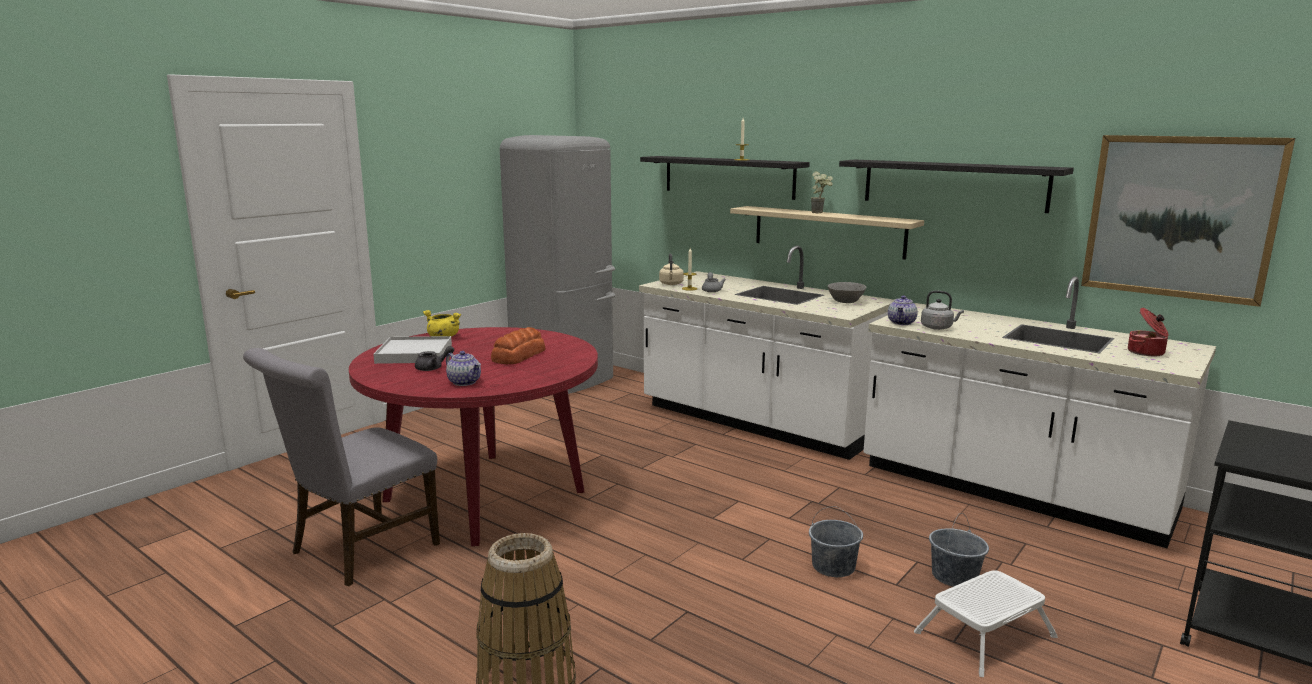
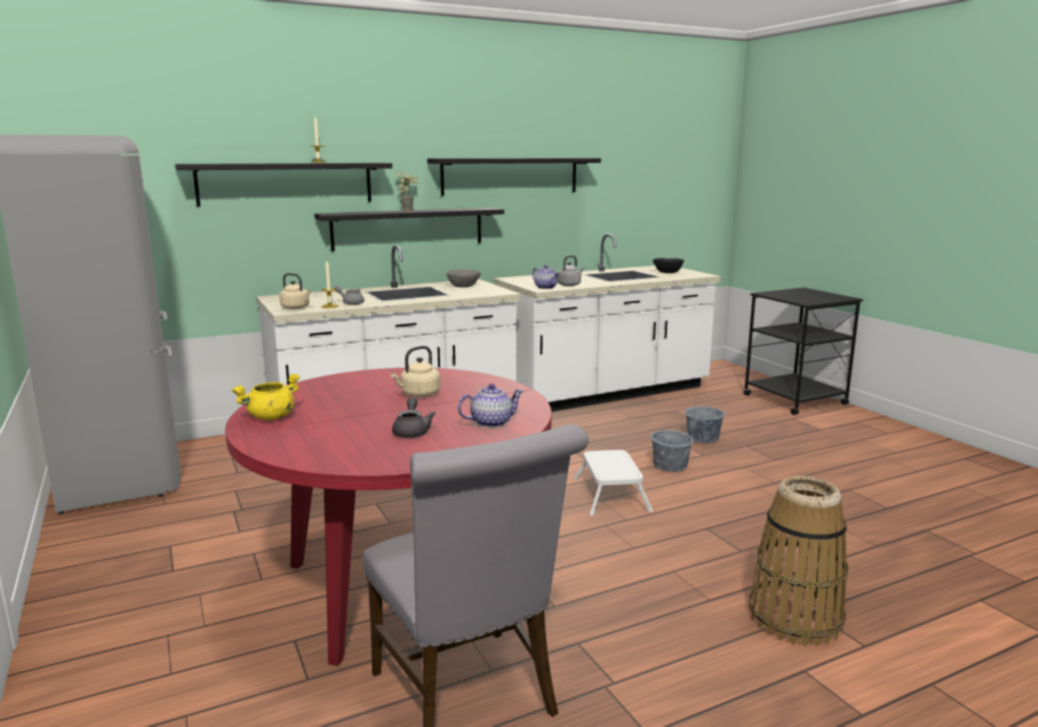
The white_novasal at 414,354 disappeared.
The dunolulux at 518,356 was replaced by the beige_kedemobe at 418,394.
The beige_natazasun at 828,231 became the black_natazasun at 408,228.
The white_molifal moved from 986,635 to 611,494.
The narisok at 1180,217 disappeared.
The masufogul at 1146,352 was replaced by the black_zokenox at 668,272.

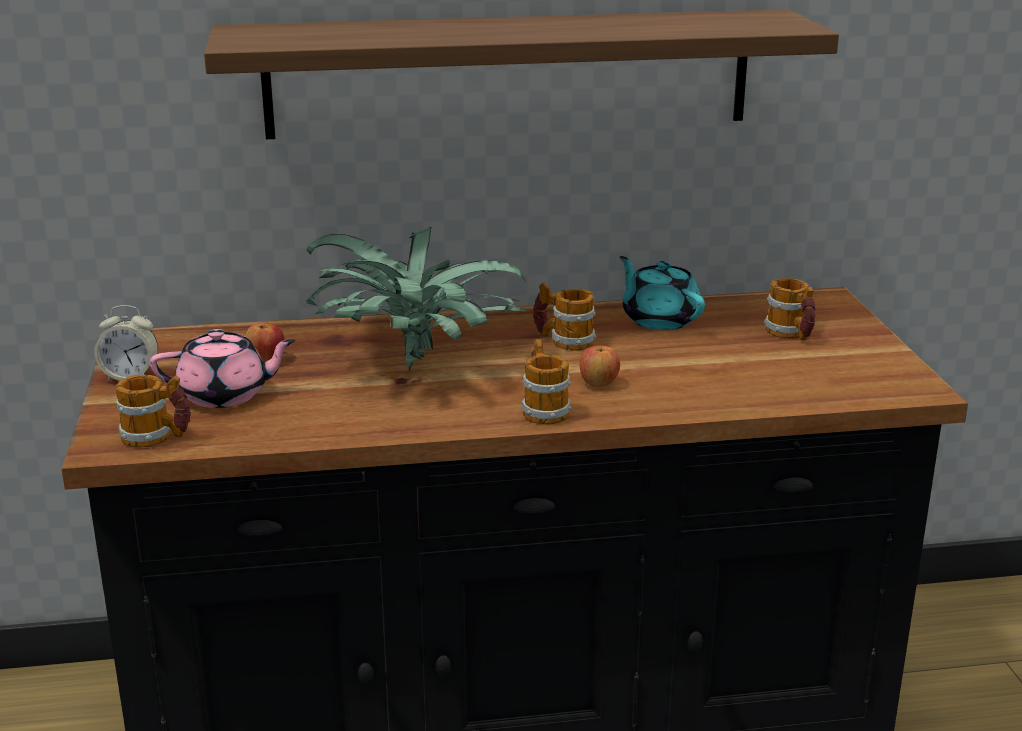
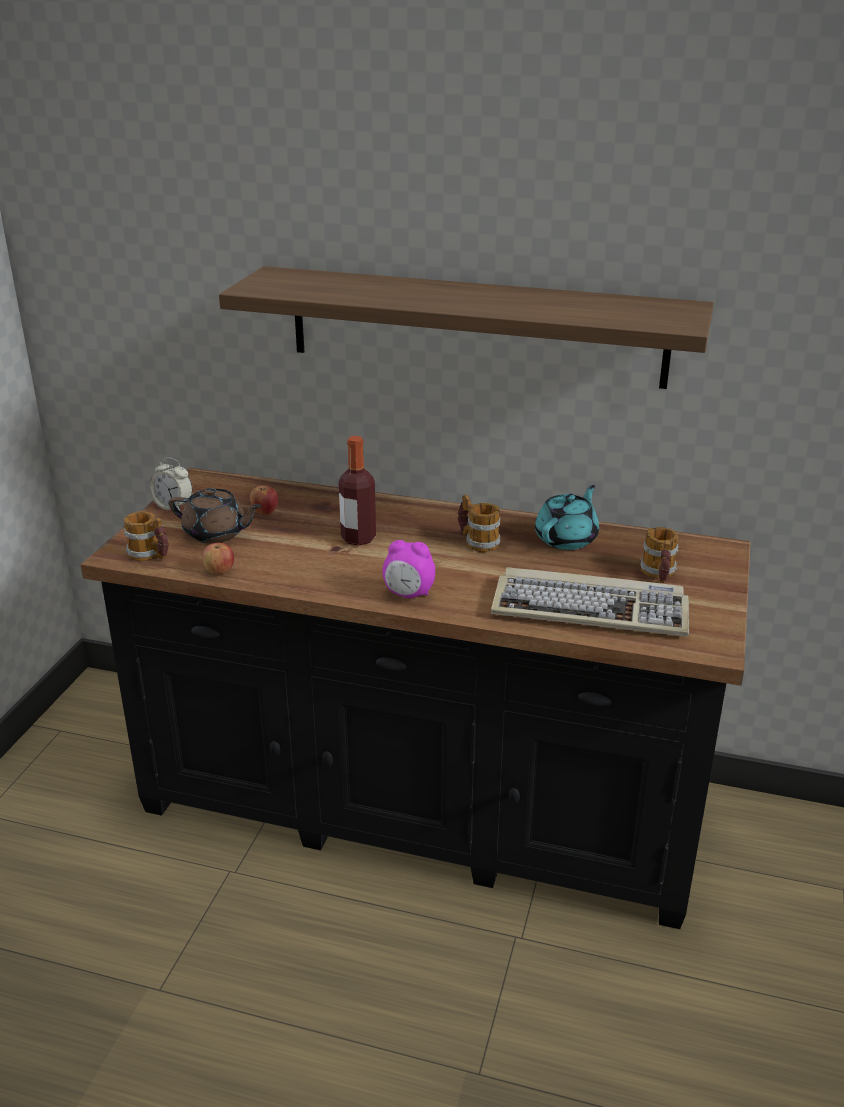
The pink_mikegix at 225,395 became the brown_mikegix at 216,533.
The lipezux at 418,364 was replaced by the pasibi at 358,538.
The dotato at 543,409 was replaced by the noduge at 409,594.
The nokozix moved from 598,384 to 219,571.
The turquoise_mikegix at 659,319 turned 45 degrees clockwise.
The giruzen at 591,608 appeared.

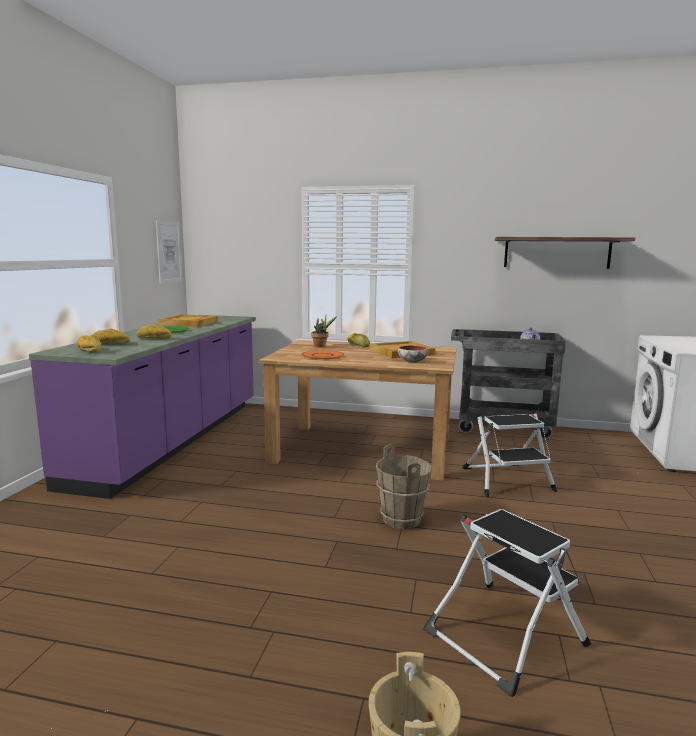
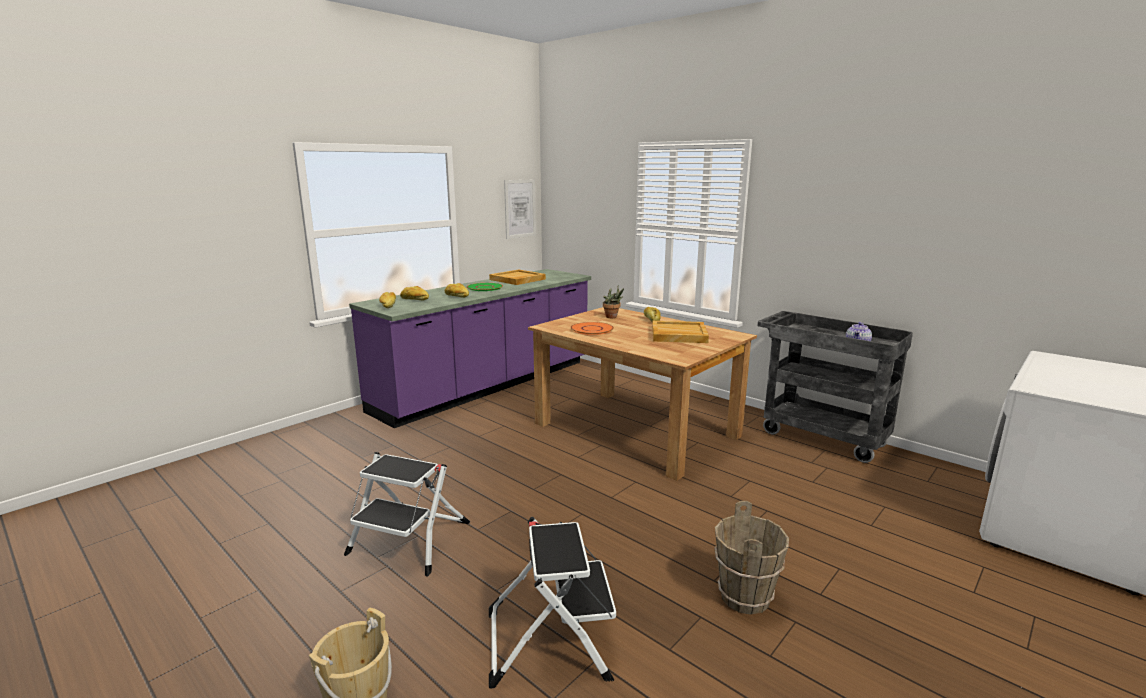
The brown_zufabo moved from 402,519 to 745,597.
The zokenox at 412,362 disappeared.
The molifal moved from 506,480 to 410,540.
The natazasun at 556,253 disappeared.

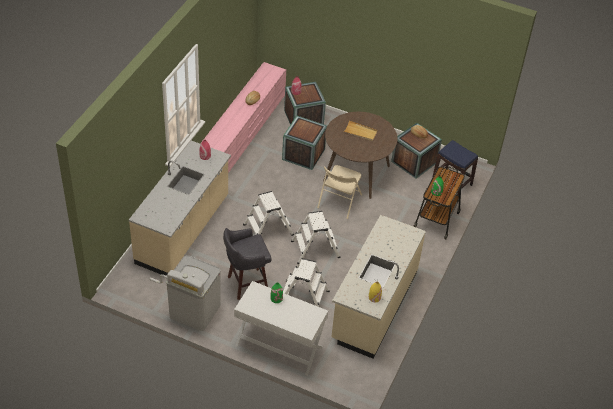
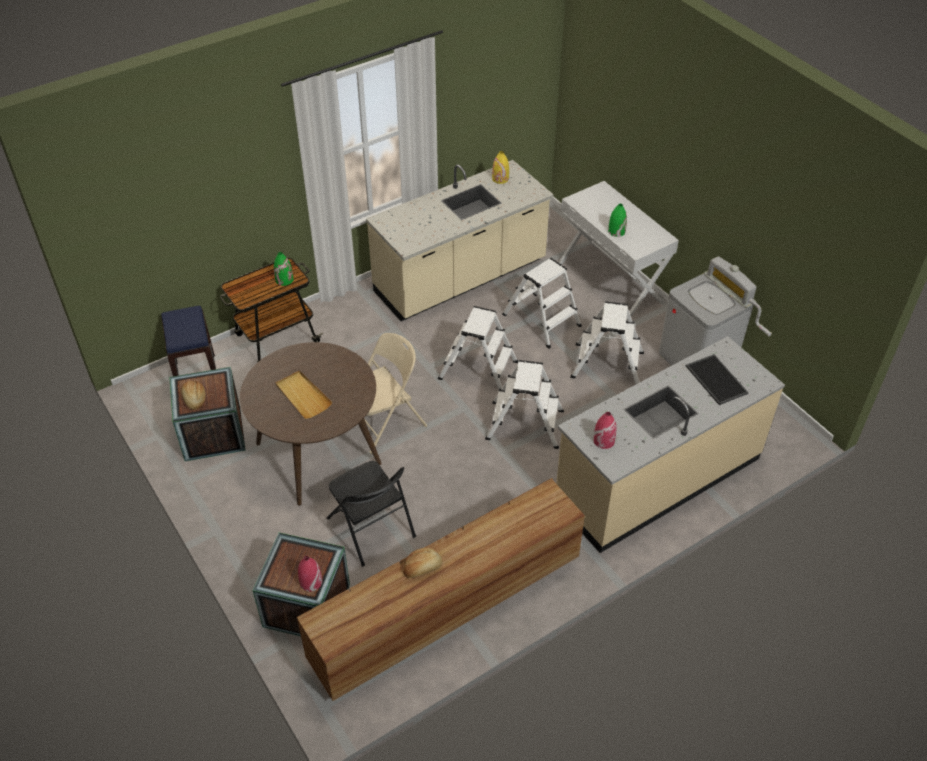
The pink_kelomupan at 244,137 became the brown_kelomupan at 447,614.
The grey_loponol at 246,284 was replaced by the white_molifal at 607,365.
The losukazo at 303,154 was replaced by the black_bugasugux at 371,527.
The novasal at 715,379 appeared.

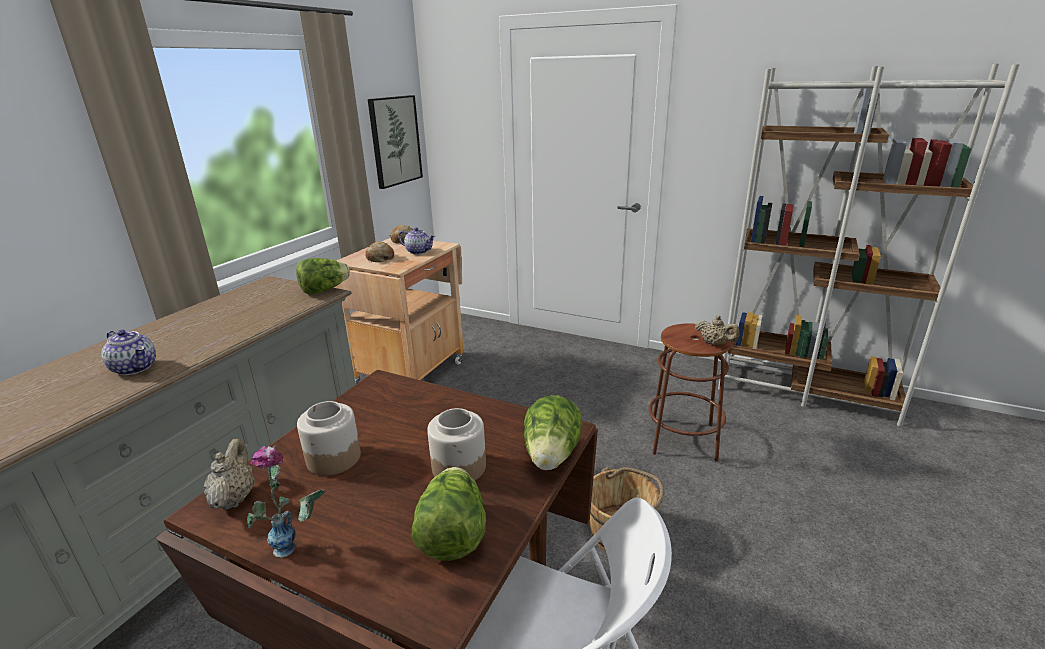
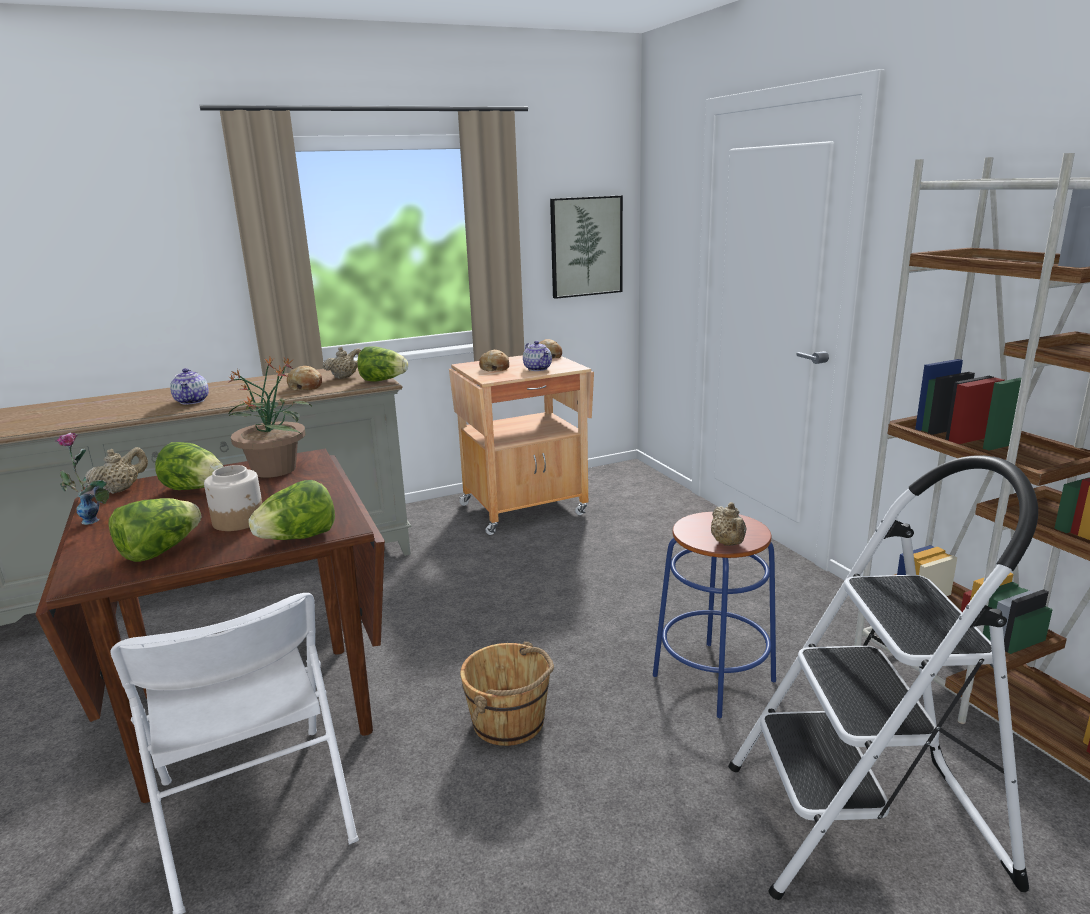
The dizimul at 333,458 was replaced by the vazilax at 195,489.
The brown_loponol at 683,438 became the blue_loponol at 713,678.
The lipezux at 275,469 appeared.
The dunolulux at 306,386 appeared.
The beige_mikegix at 345,377 appeared.
The molifal at 872,825 appeared.

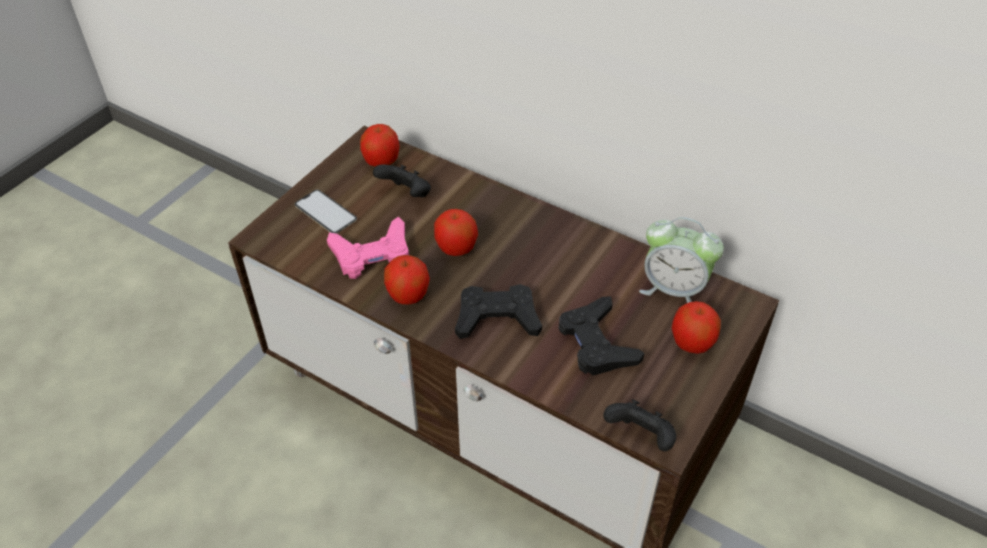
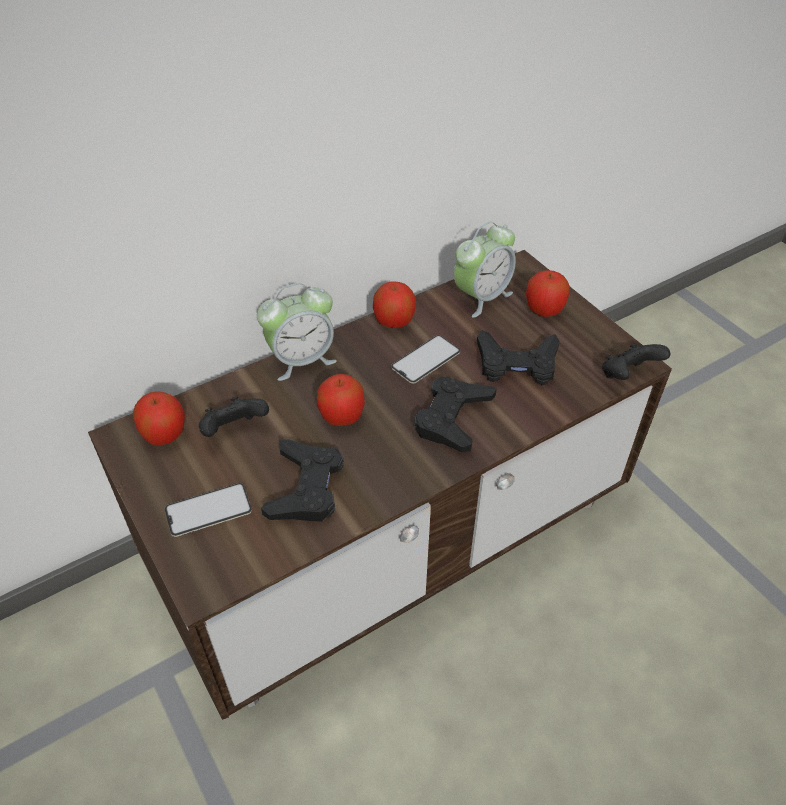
The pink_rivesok at 372,254 became the black_rivesok at 306,487.
The nokozix moved from 408,295 to 393,321.
The noduge at 301,360 appeared.
The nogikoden at 425,359 appeared.

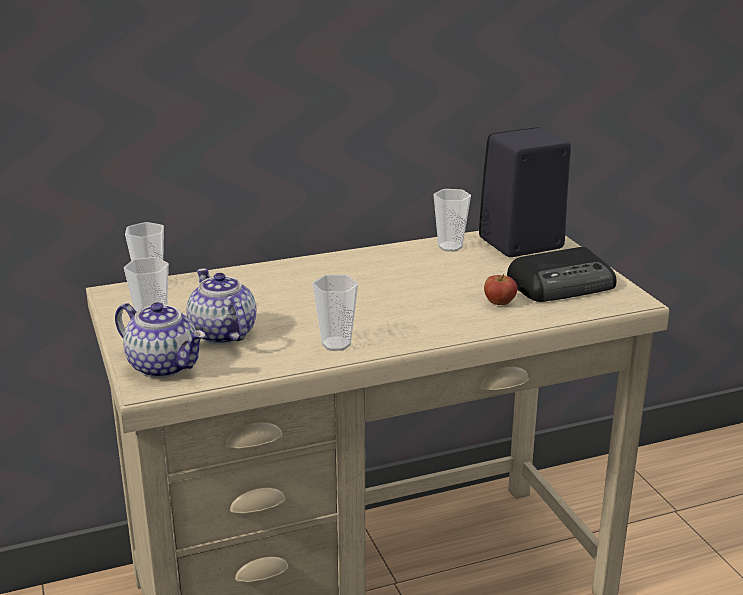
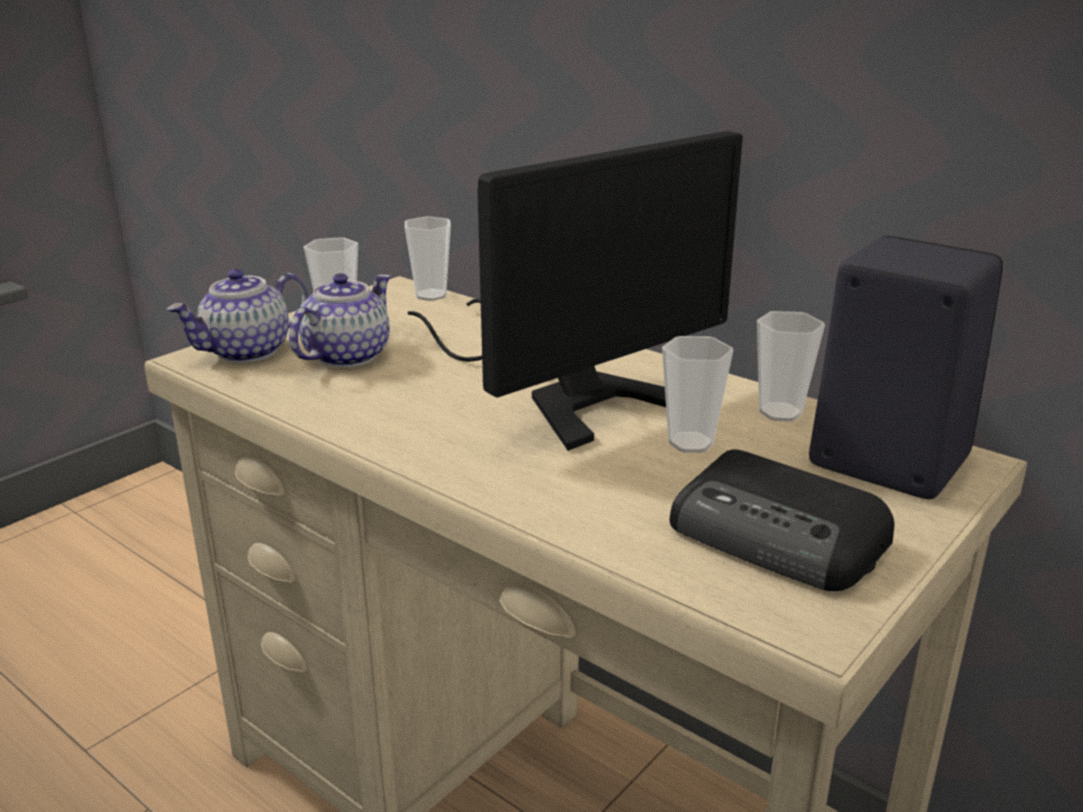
The mikegix at 164,366 turned 45 degrees clockwise.
The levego moved from 336,344 to 690,443.
The nokozix at 499,303 disappeared.
The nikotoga at 567,389 appeared.

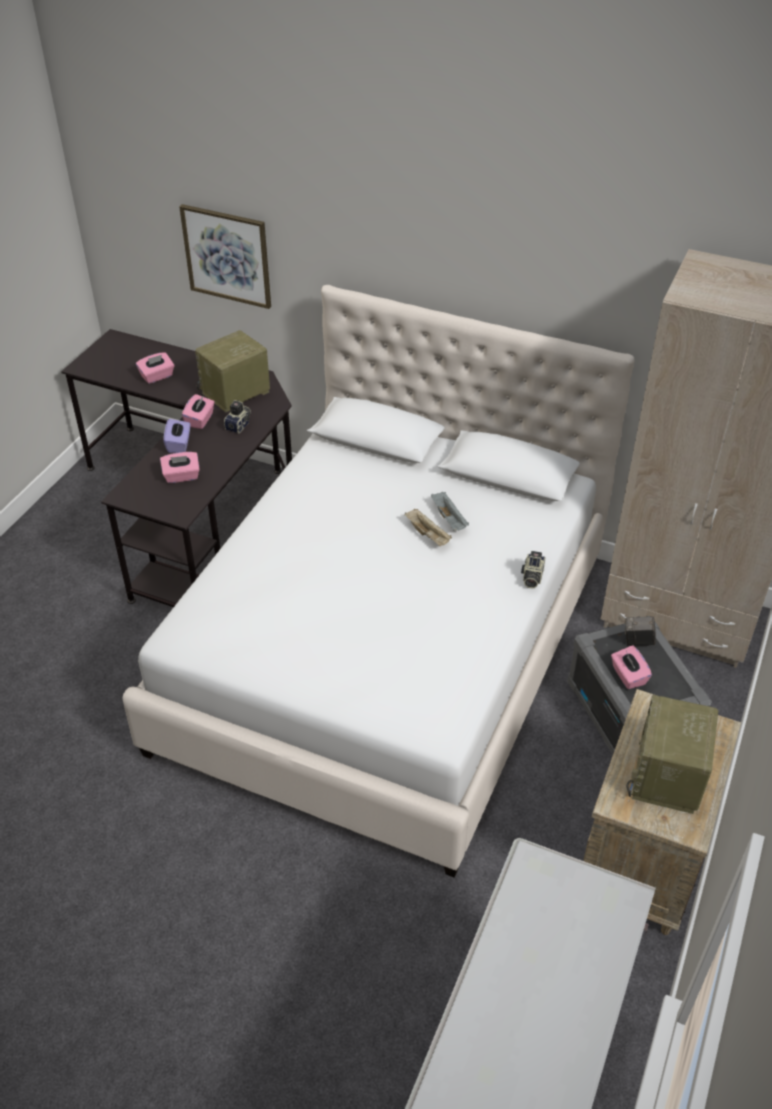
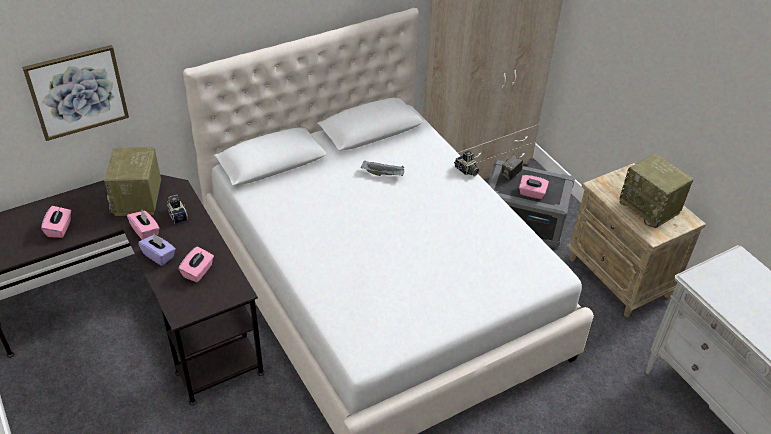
The beige_novasal at 428,535 disappeared.

